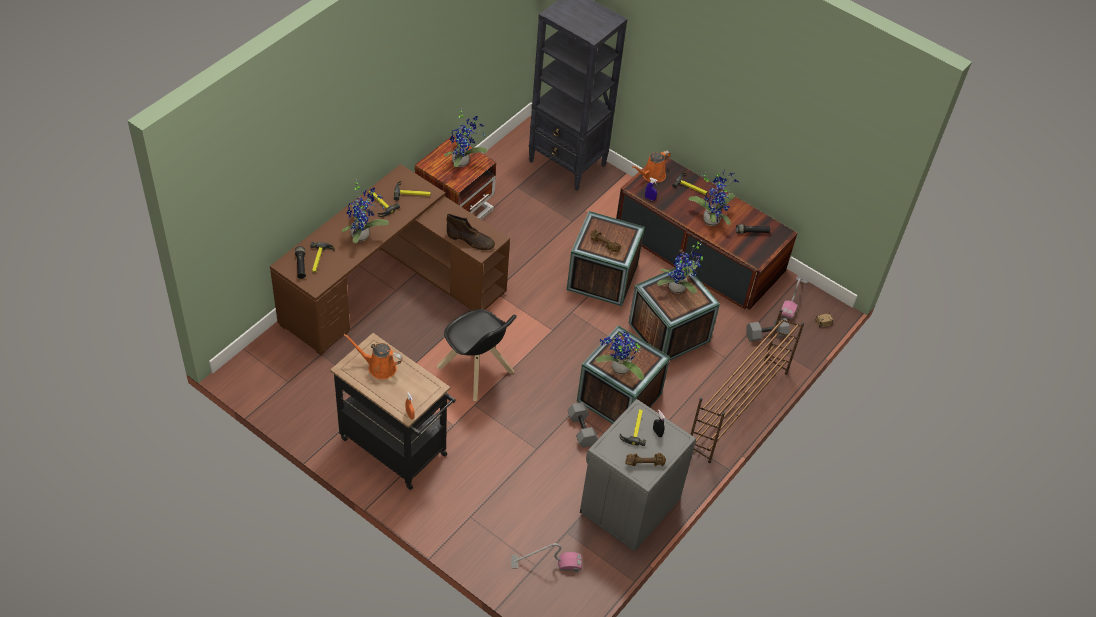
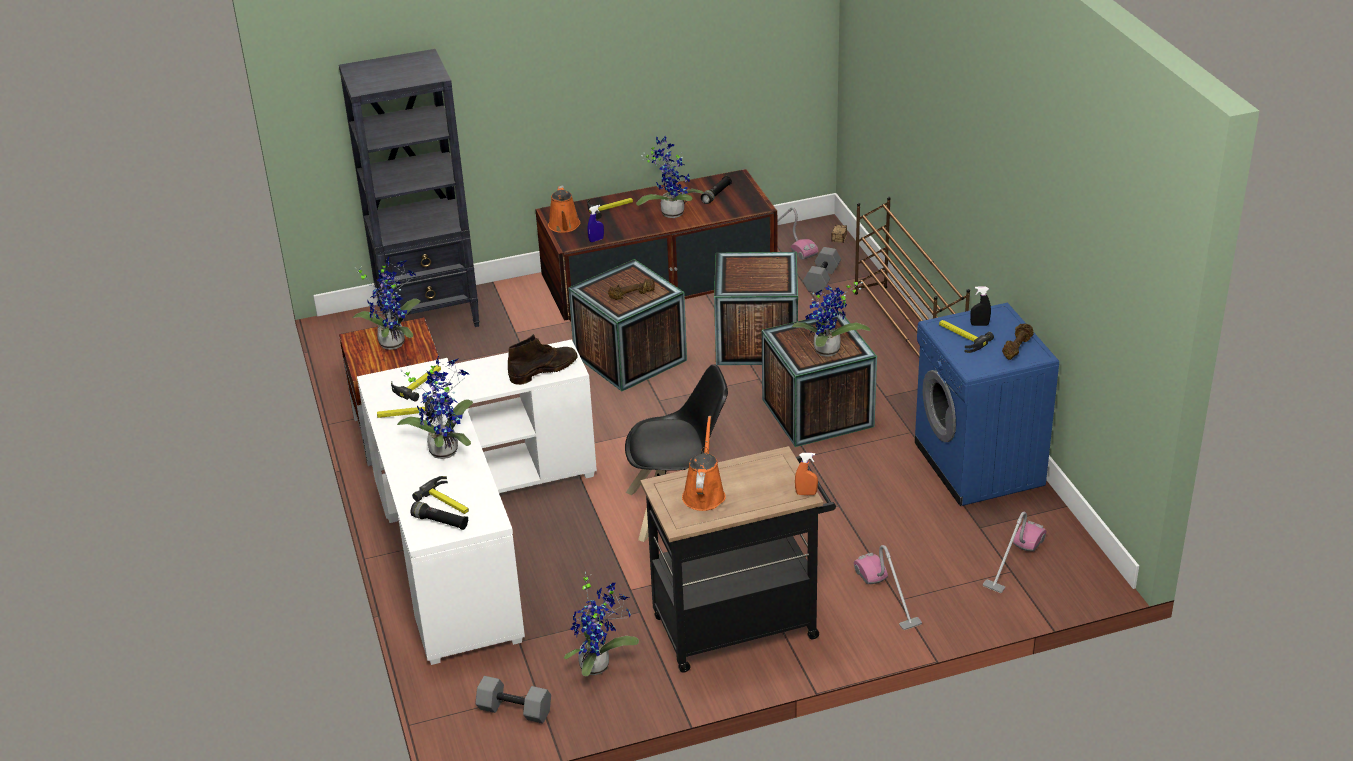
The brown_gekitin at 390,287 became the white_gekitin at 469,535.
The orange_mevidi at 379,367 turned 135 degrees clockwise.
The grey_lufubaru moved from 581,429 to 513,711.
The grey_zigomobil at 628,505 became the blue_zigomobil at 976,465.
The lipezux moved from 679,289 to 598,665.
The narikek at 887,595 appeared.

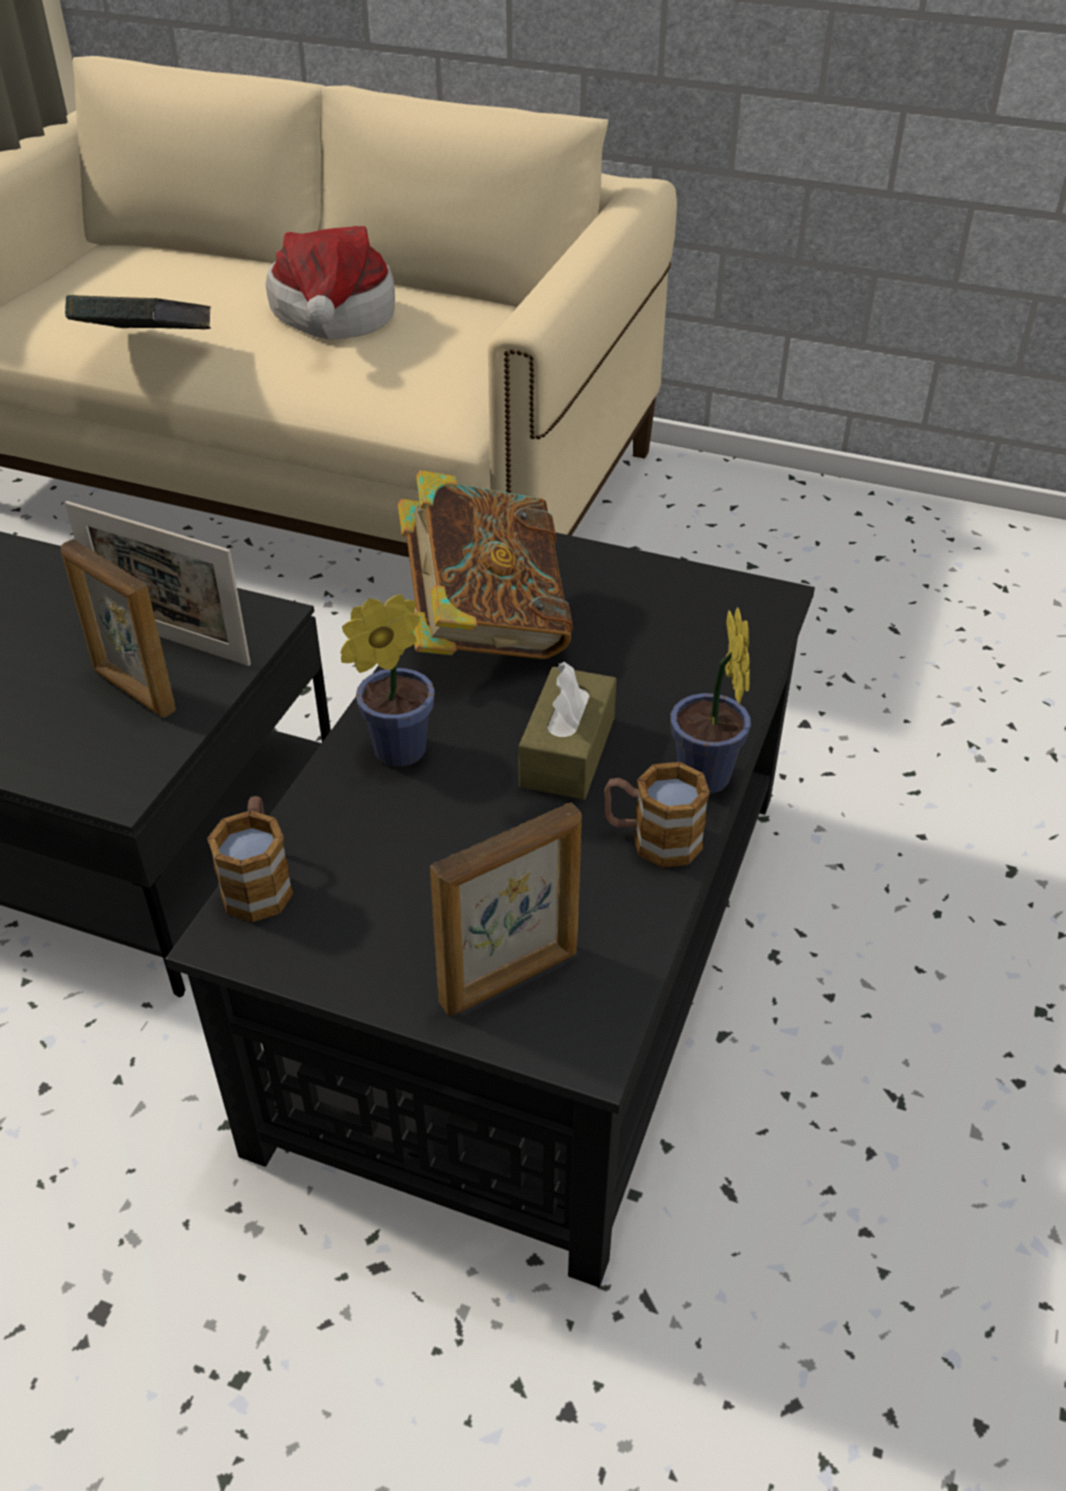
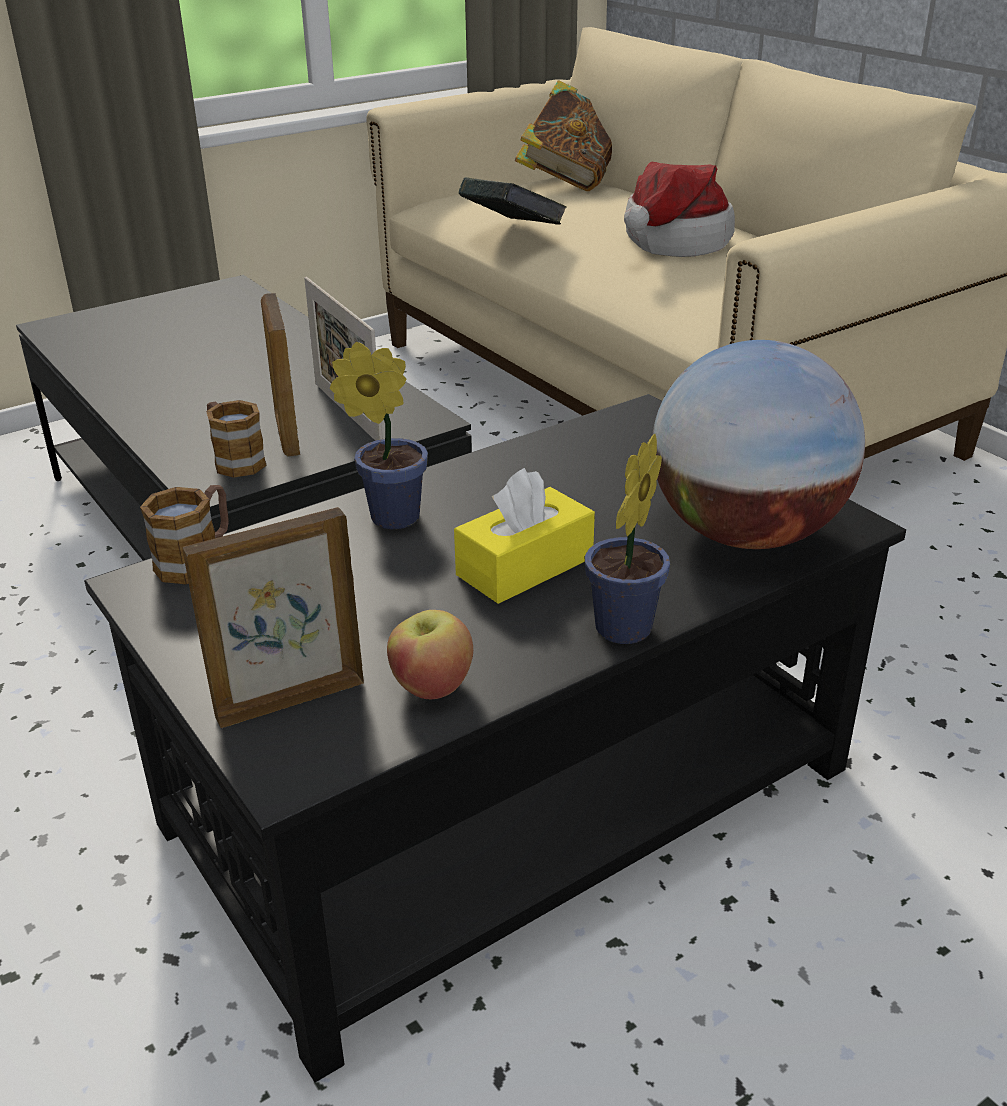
The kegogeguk moved from 485,629 to 571,180.
The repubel at 511,979 turned 150 degrees clockwise.
The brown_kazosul at 567,751 became the yellow_kazosul at 525,566.
The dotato moved from 652,839 to 234,460.
The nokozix at 431,685 appeared.
The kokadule at 746,534 appeared.

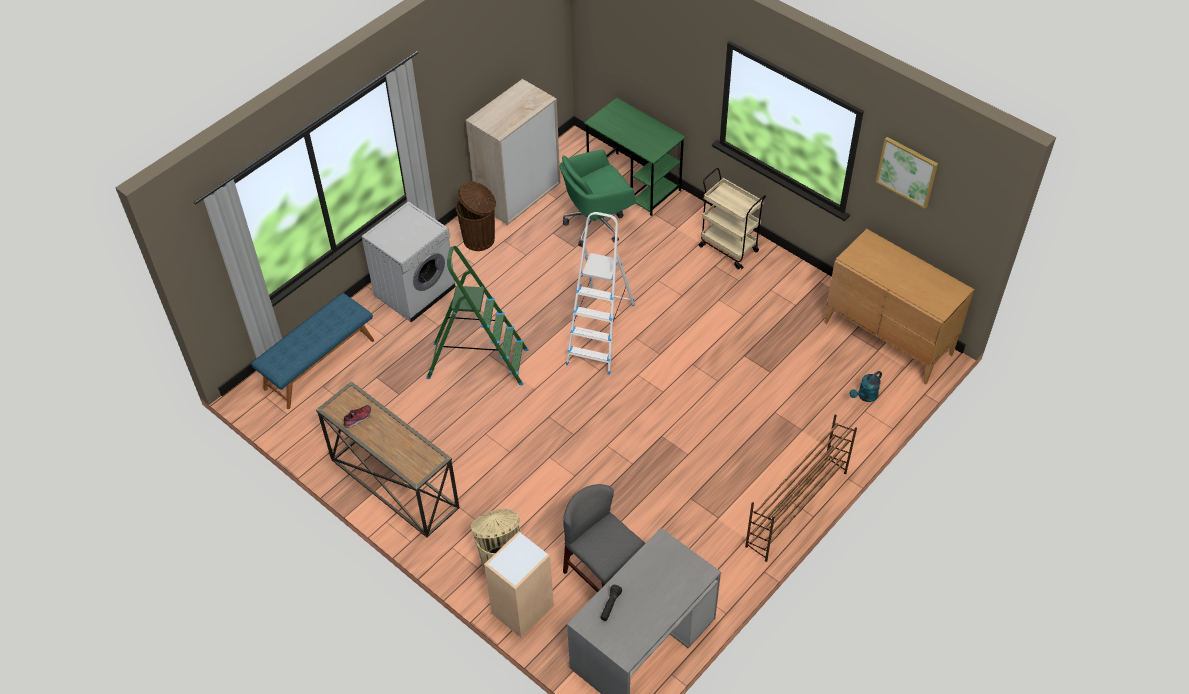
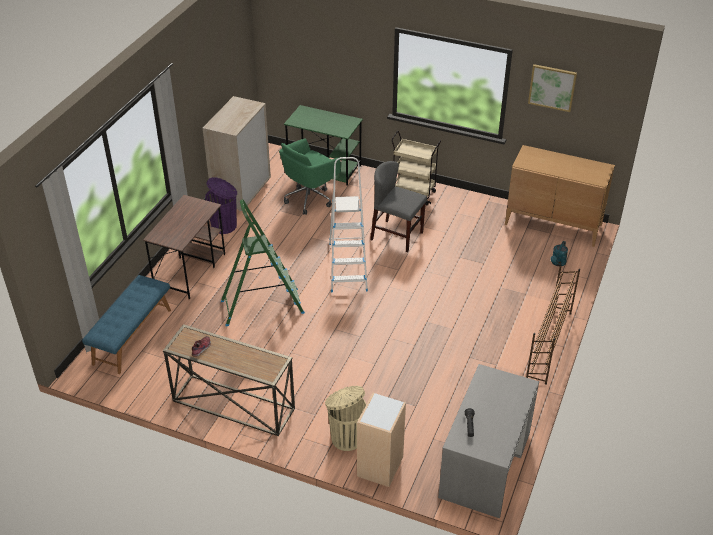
The white_zigomobil at 416,292 was replaced by the brown_gekitin at 190,270.
The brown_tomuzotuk at 480,239 became the purple_tomuzotuk at 225,226.
The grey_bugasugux moved from 603,576 to 397,236.

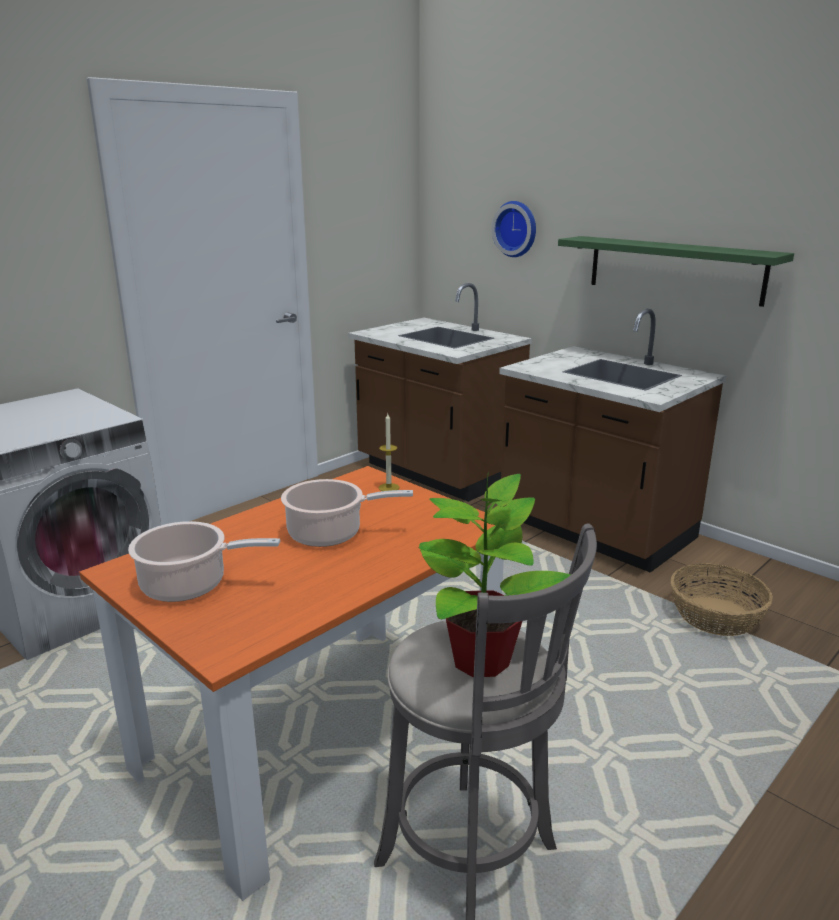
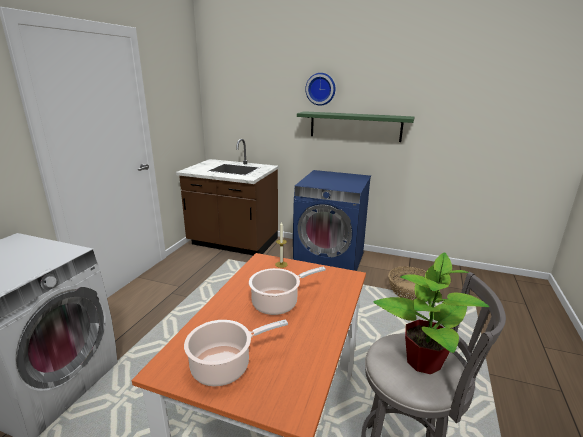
The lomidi moved from 516,229 to 321,89.
The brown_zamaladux at 595,530 was replaced by the blue_zigomobil at 330,260.

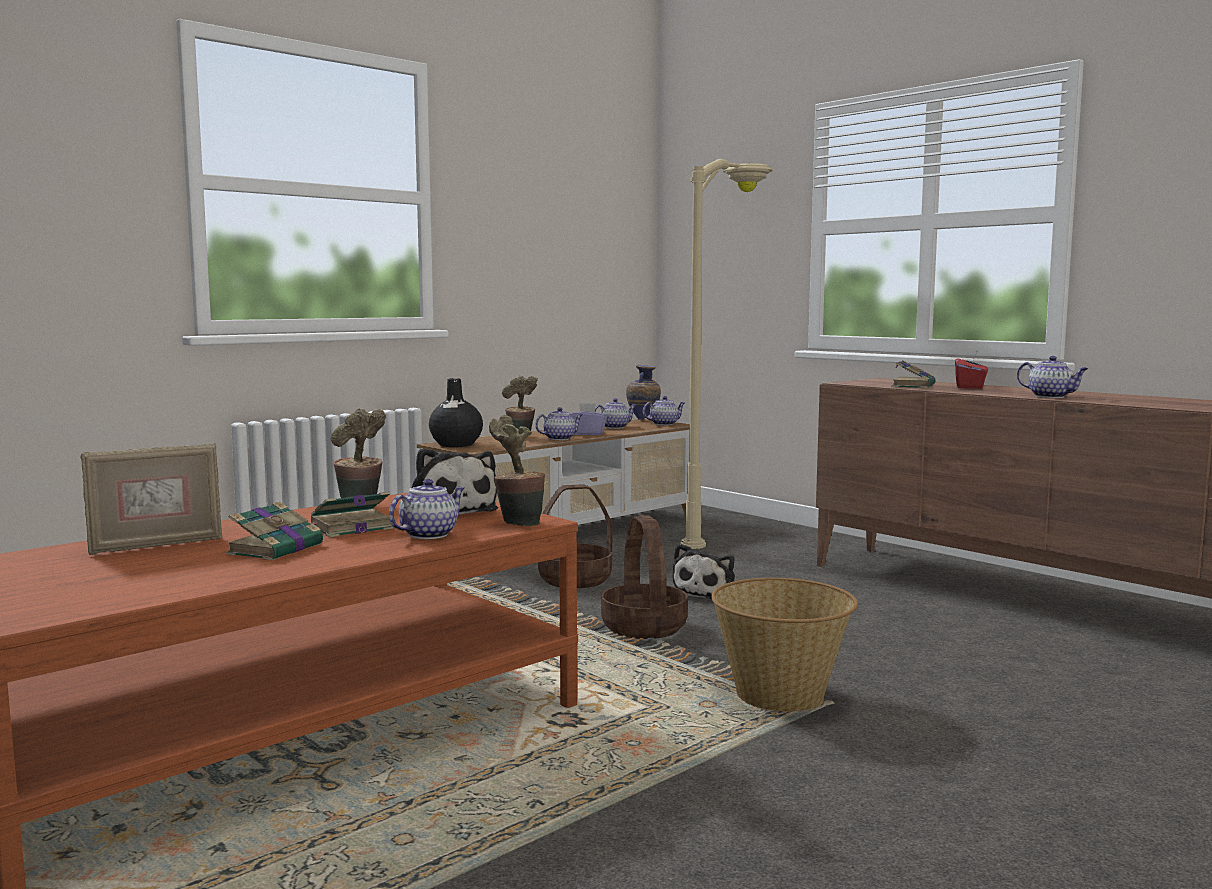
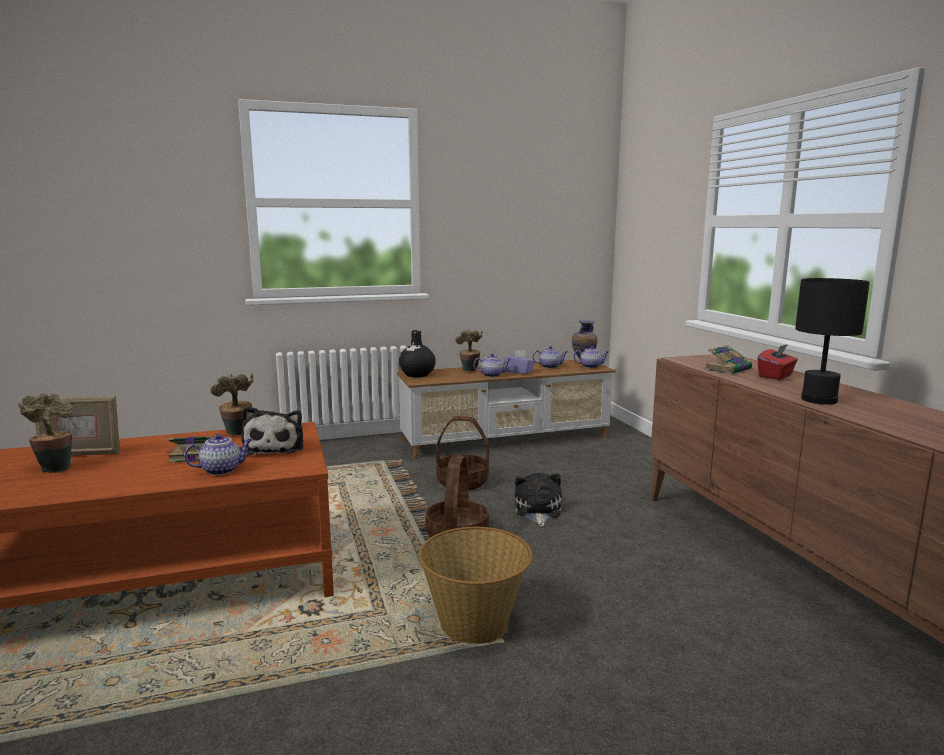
The kegogeguk at 277,549 disappeared.
The lipezux moved from 517,523 to 55,468.
The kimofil at 707,592 turned 135 degrees clockwise.
The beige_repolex at 728,530 disappeared.
The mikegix at 1051,396 was replaced by the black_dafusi at 820,400.

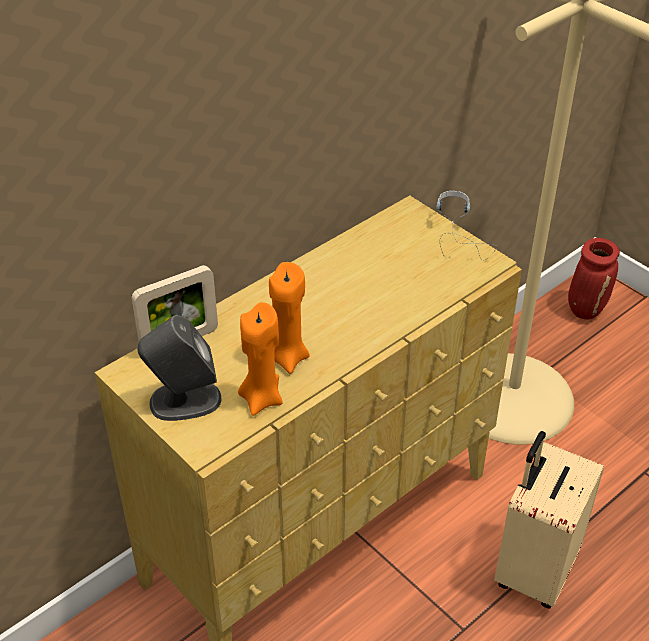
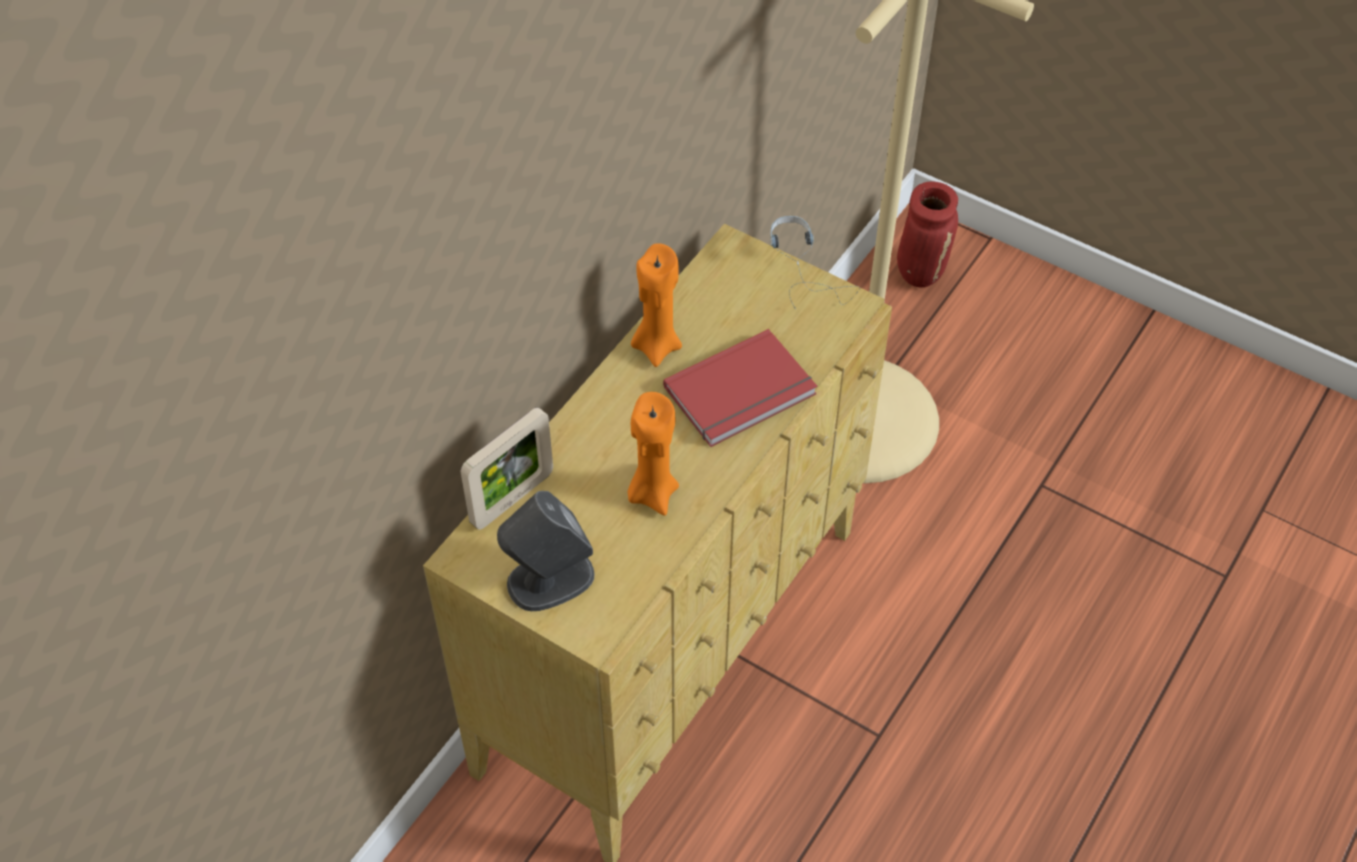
The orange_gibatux moved from 261,398 to 656,346.
The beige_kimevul at 534,569 disappeared.
The red_kegogeguk at 742,393 appeared.

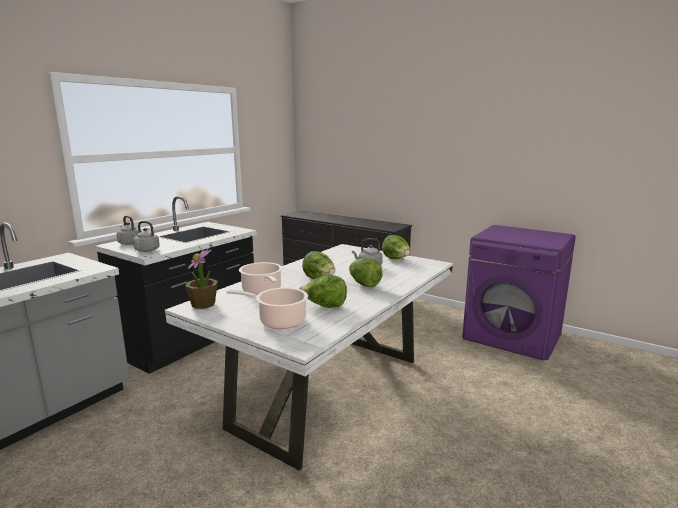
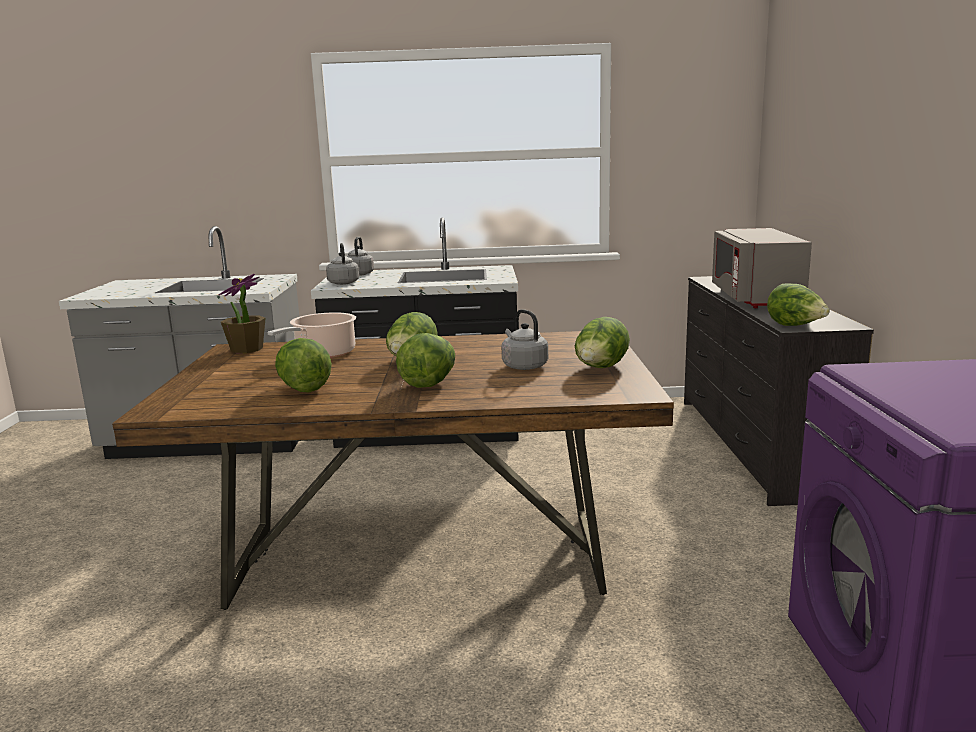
The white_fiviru at 329,393 became the brown_fiviru at 417,561.
The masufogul at 279,321 disappeared.
The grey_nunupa at 754,298 appeared.
The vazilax at 795,326 appeared.

